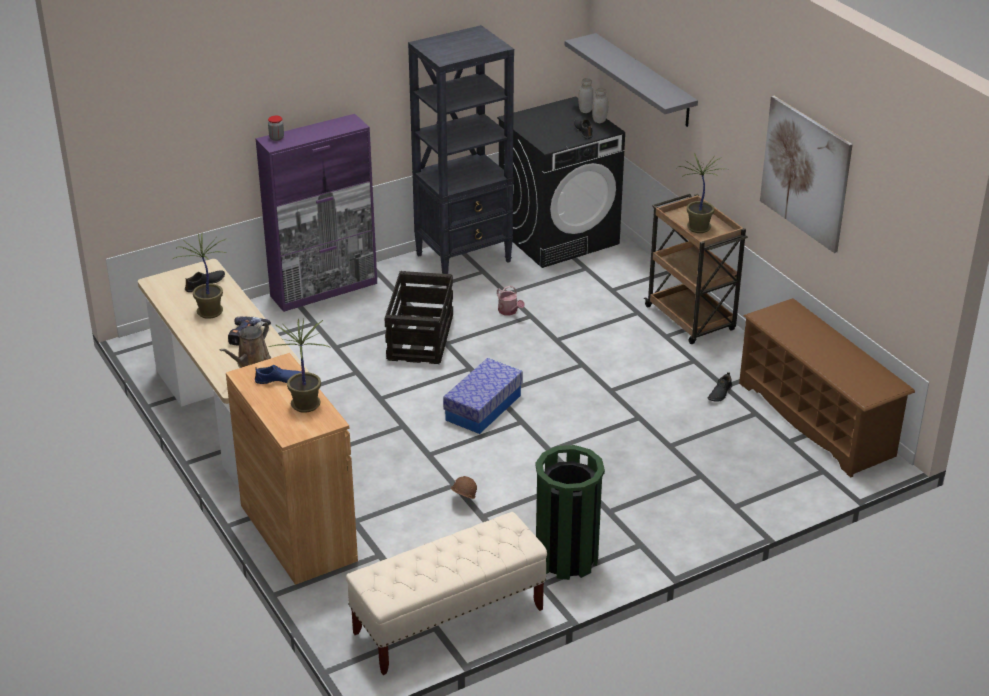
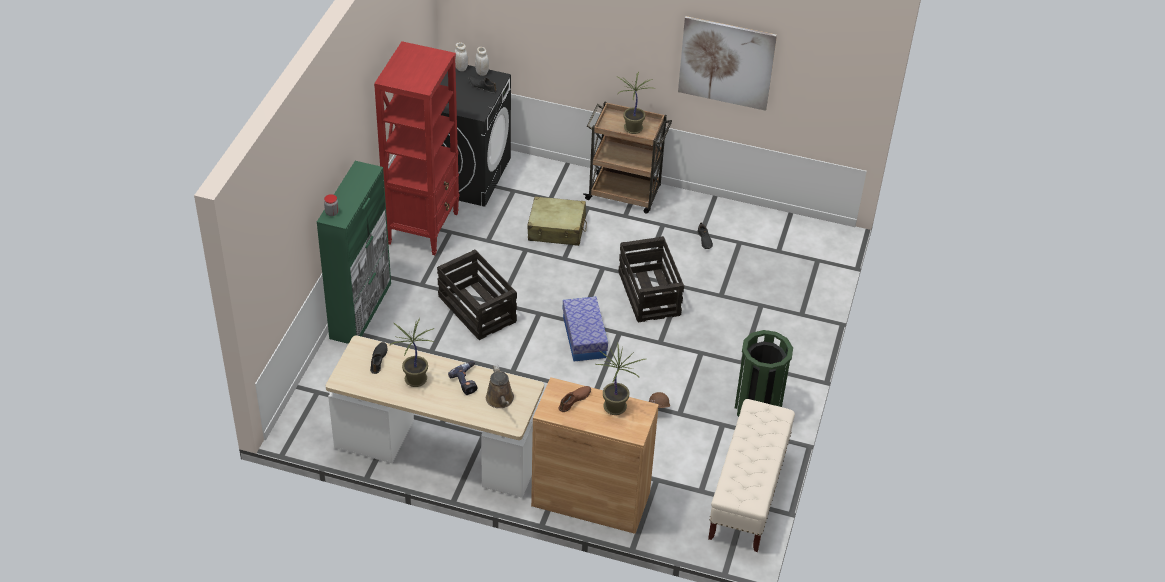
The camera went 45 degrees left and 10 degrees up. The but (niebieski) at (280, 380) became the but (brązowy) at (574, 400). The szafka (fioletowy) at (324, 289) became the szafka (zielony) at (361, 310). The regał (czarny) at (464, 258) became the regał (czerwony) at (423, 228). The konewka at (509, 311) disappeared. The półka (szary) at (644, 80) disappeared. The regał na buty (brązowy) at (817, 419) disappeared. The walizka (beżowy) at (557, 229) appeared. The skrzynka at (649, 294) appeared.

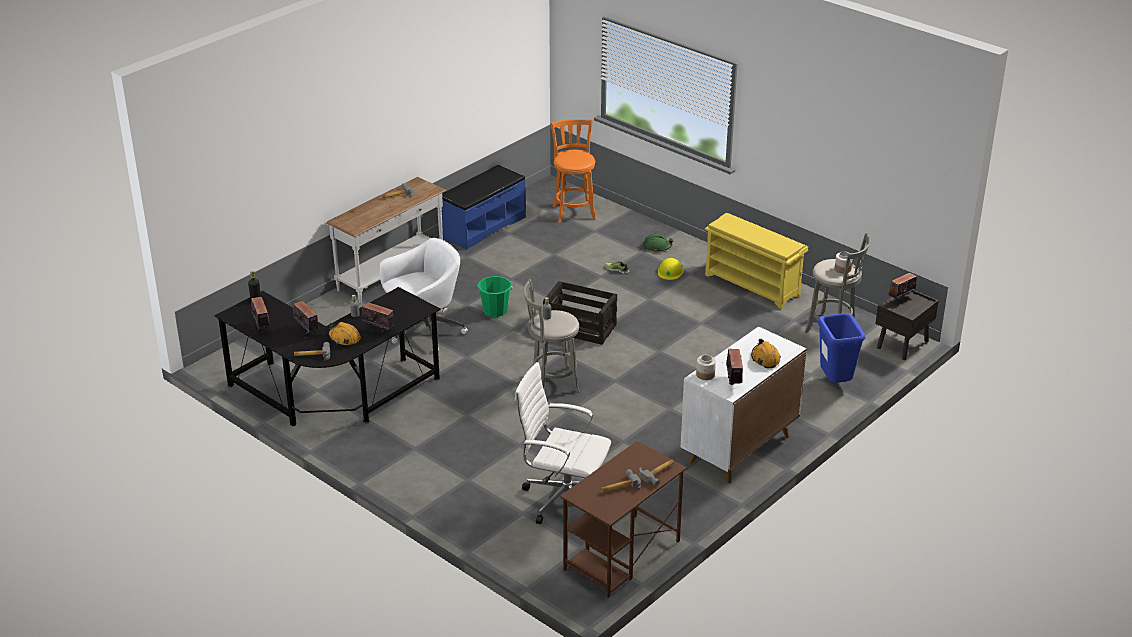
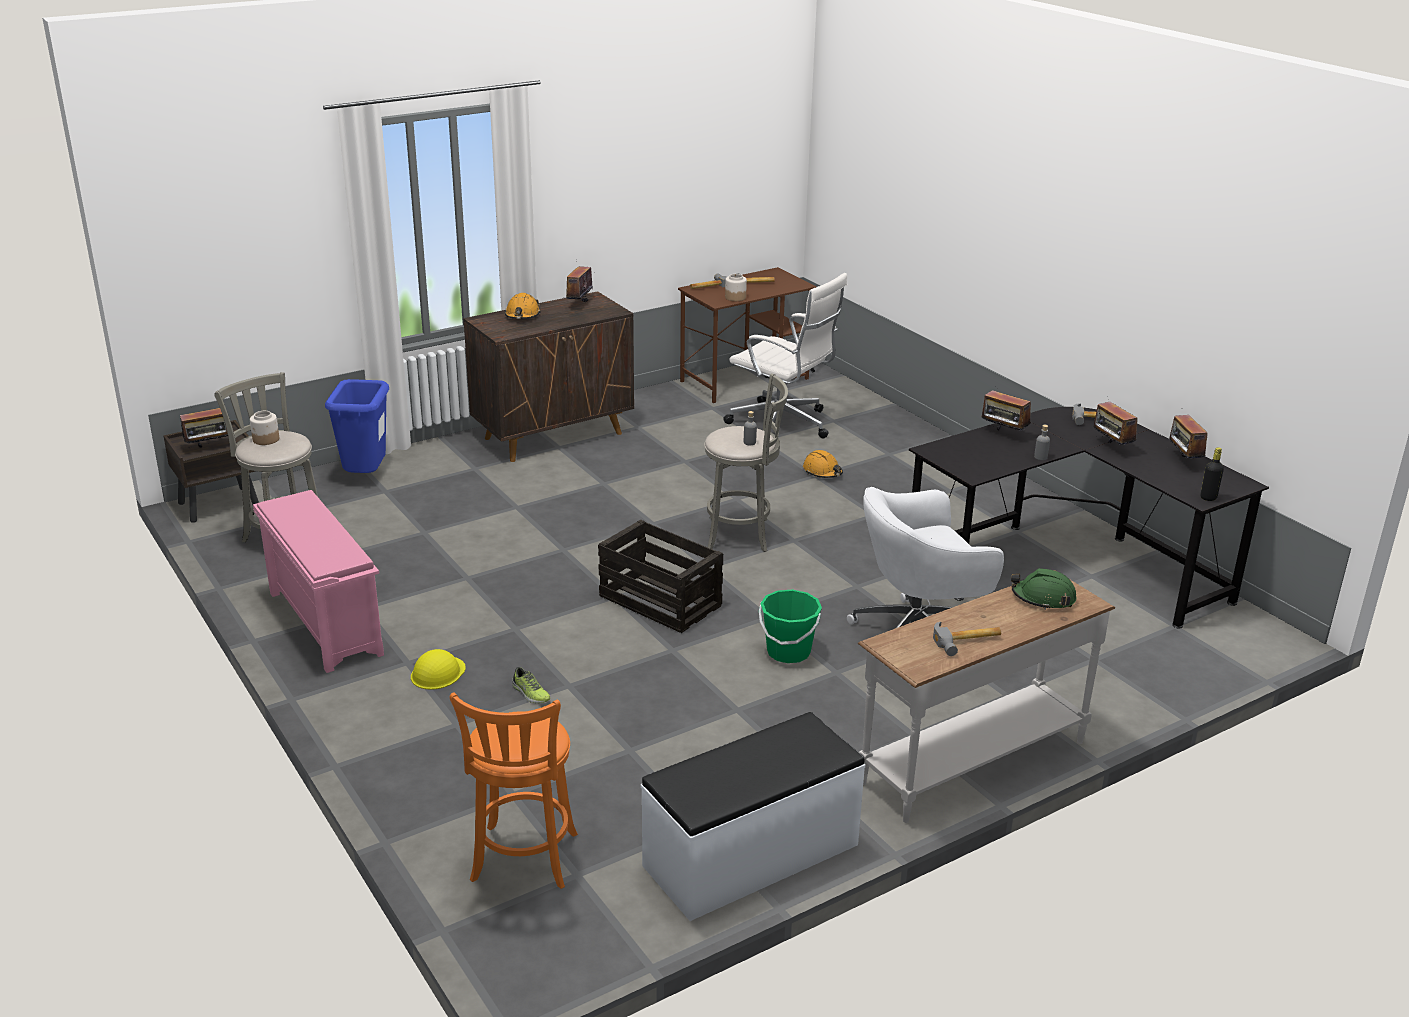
The camera went 165 degrees left and 5 degrees down. The kask (pomarańczowy) moved from (344, 338) to (822, 472). The ławka (niebieski) at (482, 226) became the ławka (biały) at (752, 856). The kask (zielony) moved from (657, 247) to (1043, 598). The szafka (biały) at (739, 449) became the szafka (brązowy) at (554, 435). The słoik moved from (705, 375) to (735, 297). The regał na buty (żółty) at (753, 285) became the regał na buty (różowy) at (323, 623).

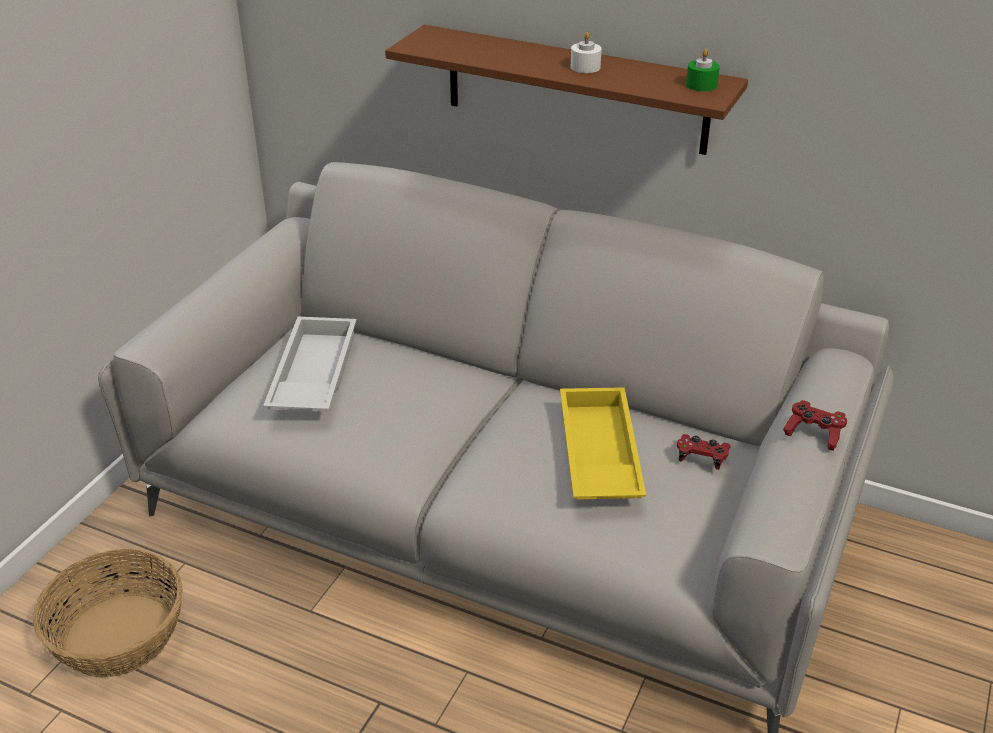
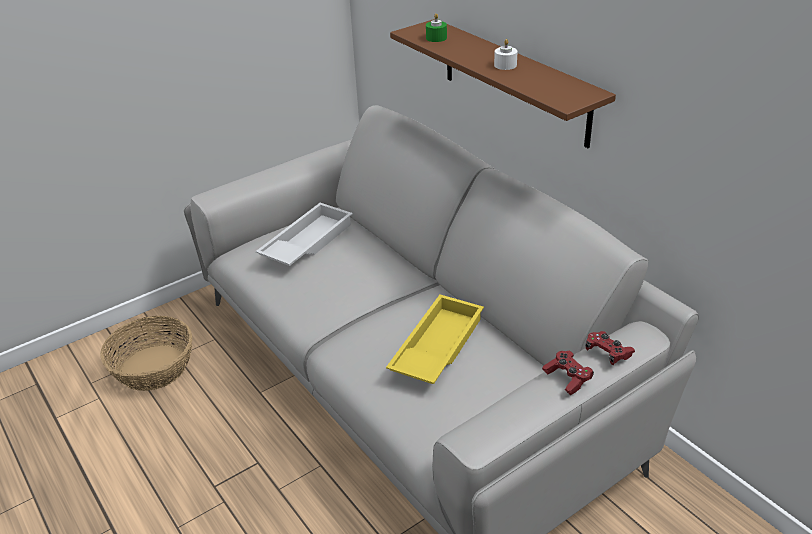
The camera went 30 degrees right and 0 degrees up. The pad do gier (czerwony) moved from (701, 458) to (607, 353). The świeca (zielony) moved from (701, 85) to (436, 38).

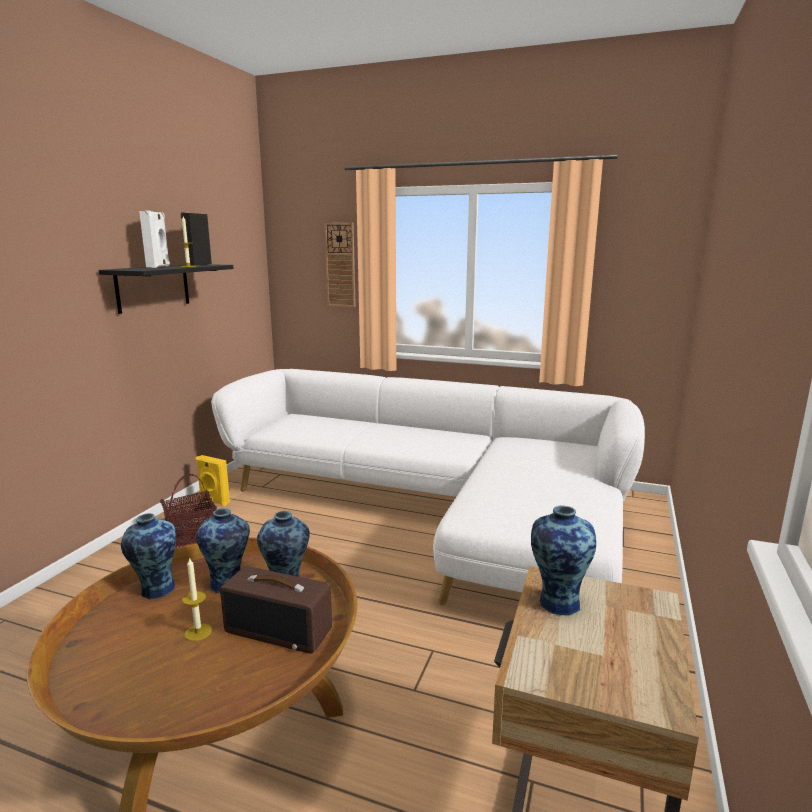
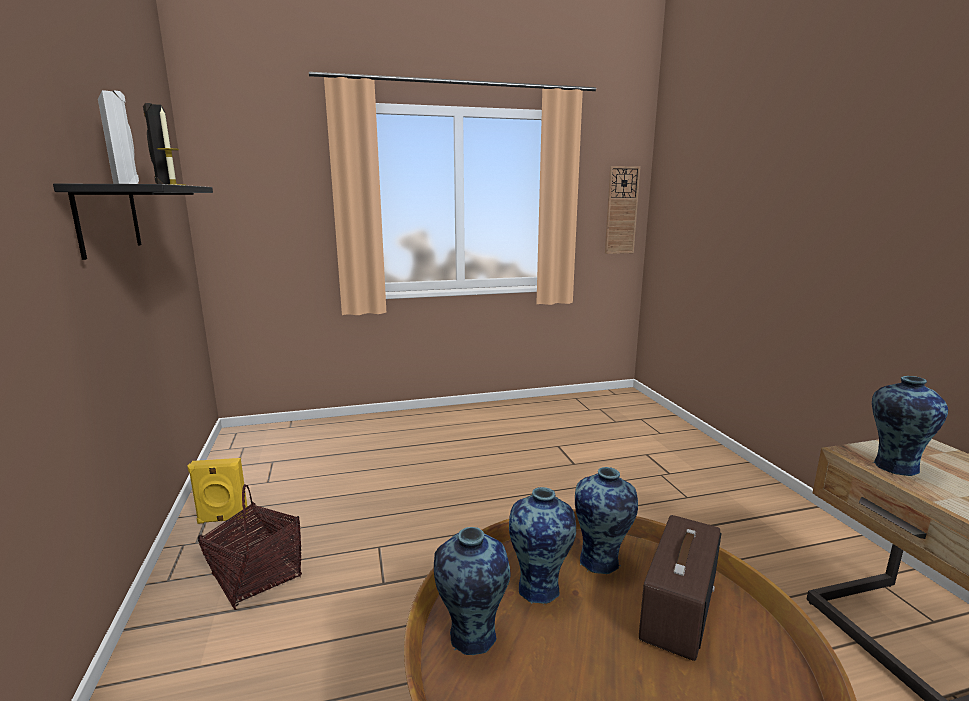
The camera went 35 degrees left and 0 degrees up. The świeca at (198, 632) disappeared. The kanapa (biały) at (439, 512) disappeared. The radio at (280, 630) turned 45 degrees counterclockwise. The zegar ścienny moved from (340, 265) to (621, 210).

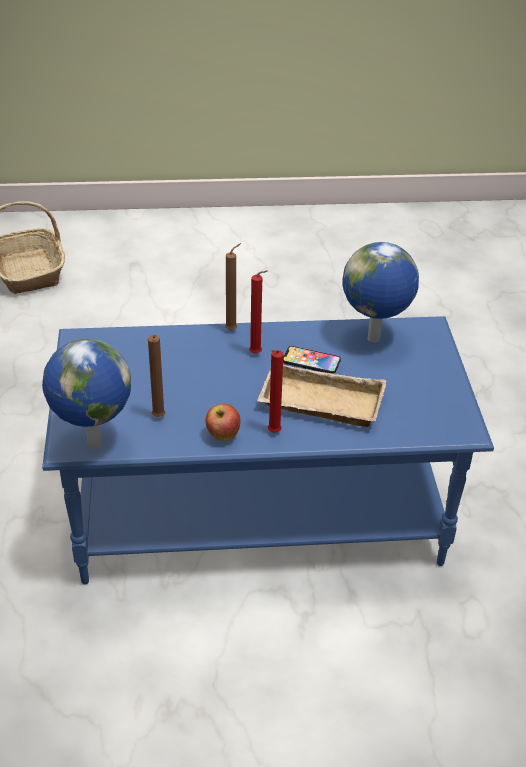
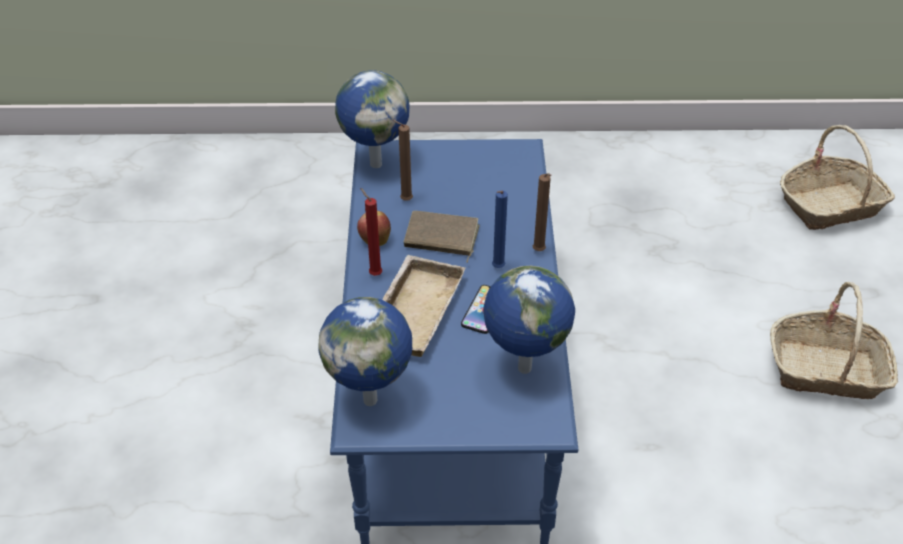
The camera went 95 degrees right and 5 degrees up. The świeca (czerwony) at (257, 354) became the świeca (niebieski) at (497, 268). The globus at (372, 399) appeared. The książka (brązowy) at (441, 238) appeared. The koszyk at (826, 370) appeared.

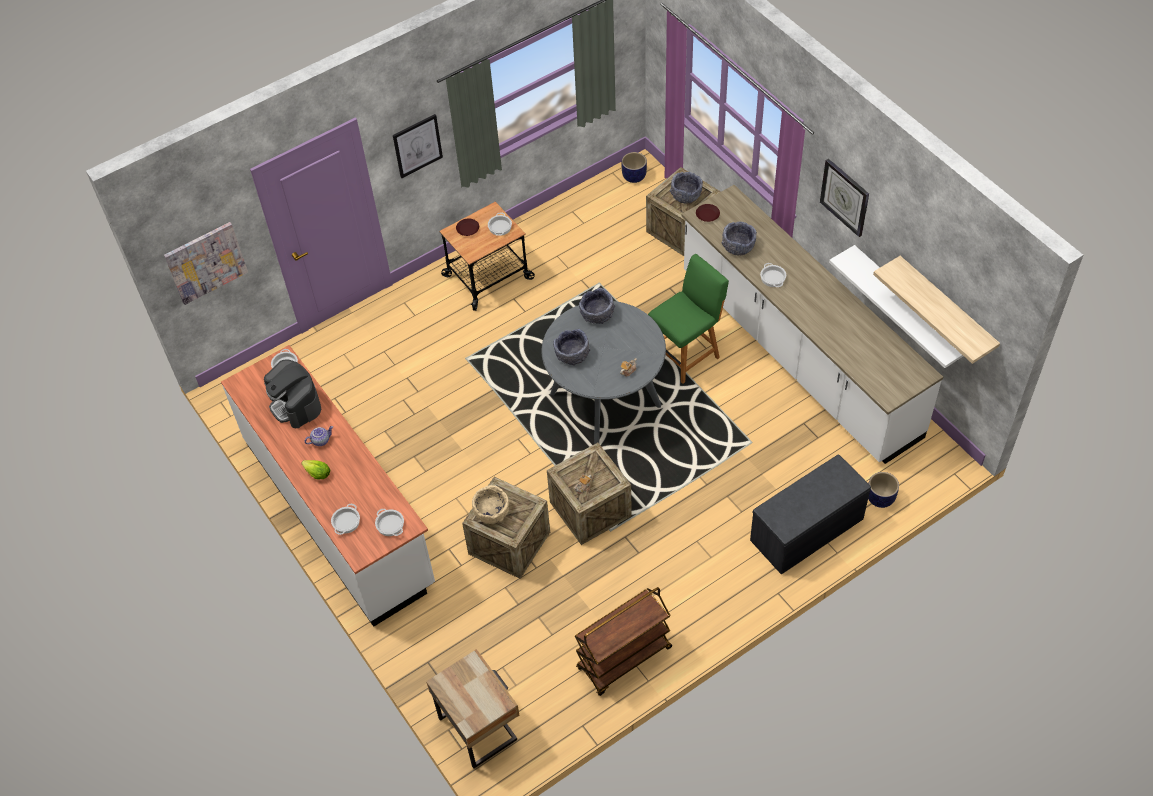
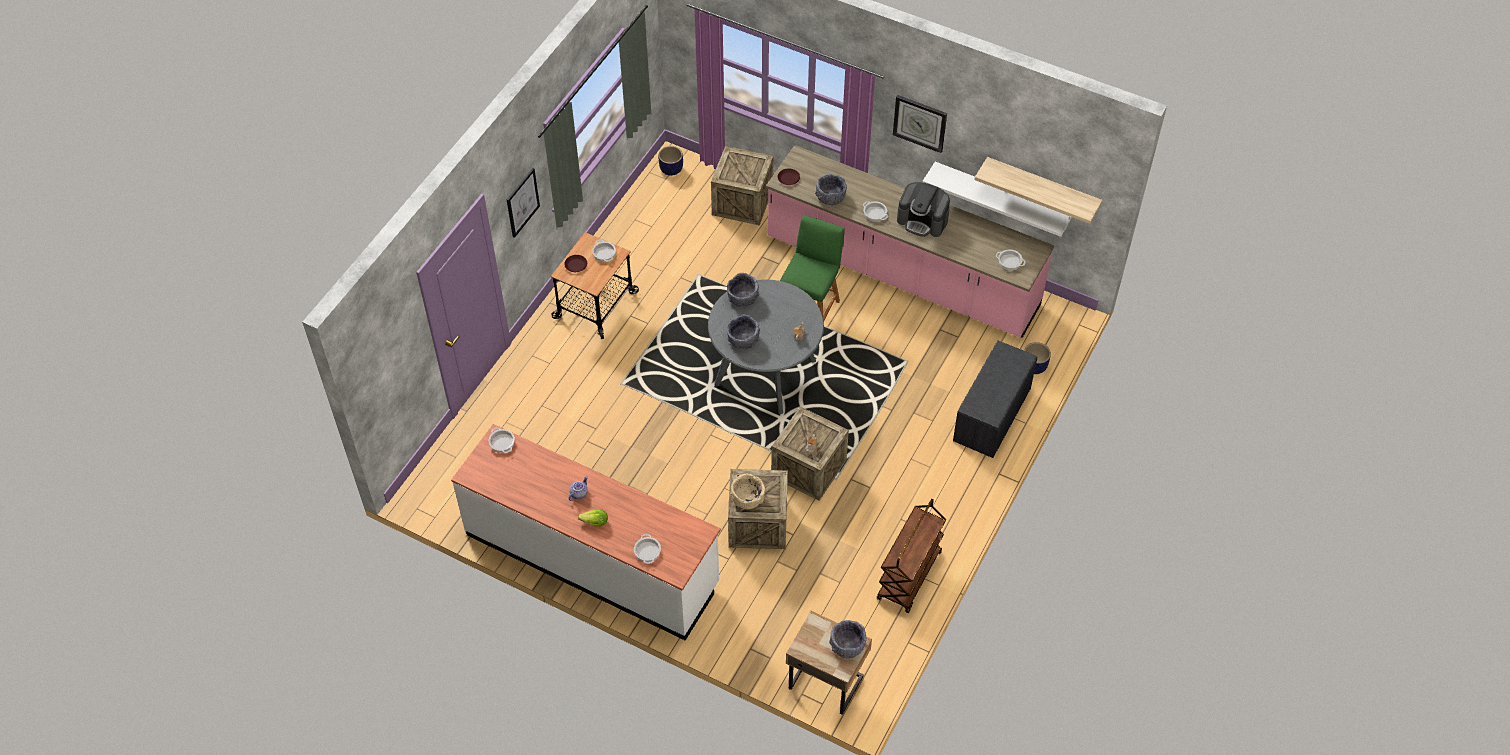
The camera went 30 degrees left and 0 degrees up. The obraz at (206, 262) disappeared. The ekspres do kawy moved from (295, 404) to (923, 220). The garnek moved from (390, 525) to (1009, 262). The miska (szary) moved from (686, 195) to (847, 645). The zabudowa kuchenna (biały) at (797, 354) became the zabudowa kuchenna (różowy) at (902, 274).

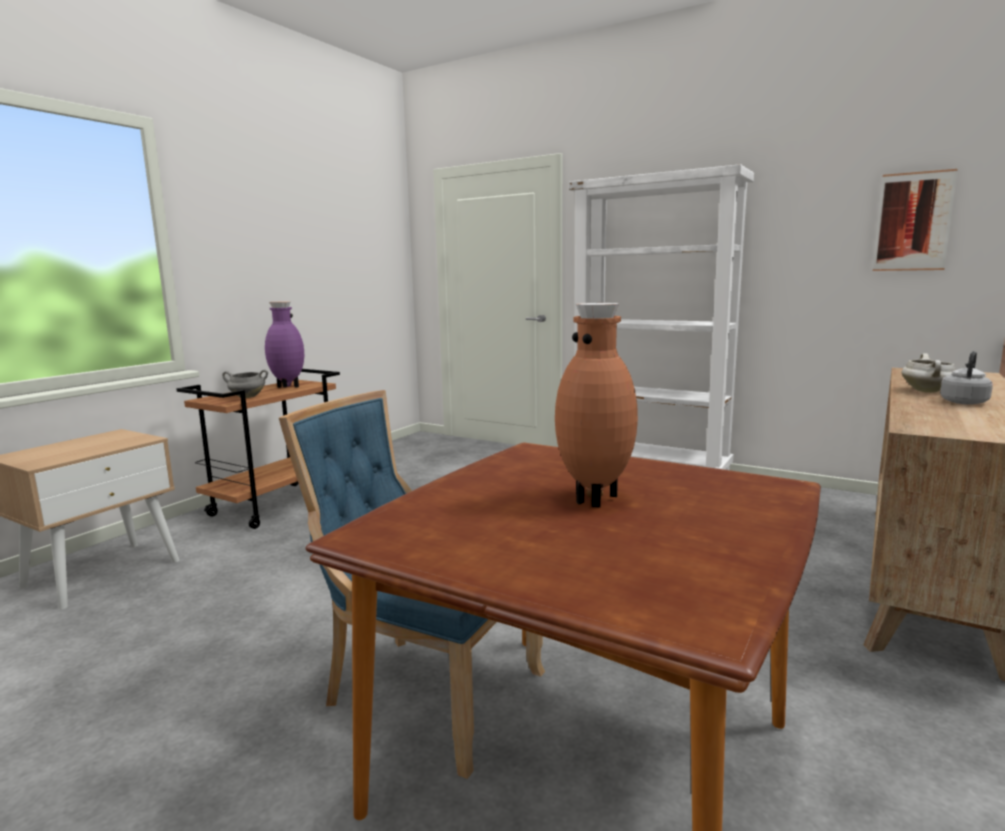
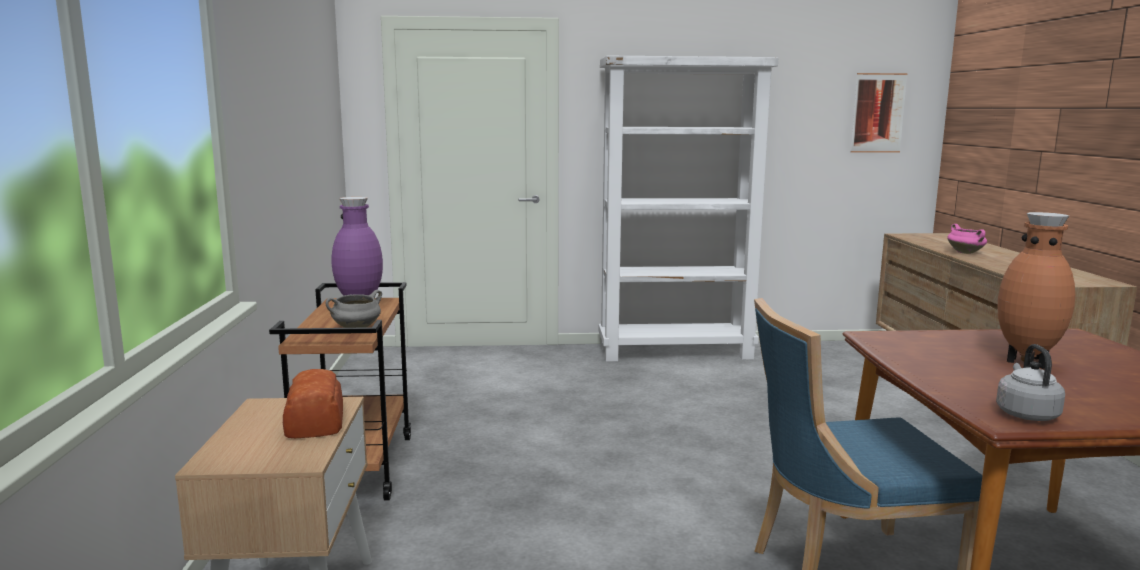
The camera went 35 degrees left and 0 degrees up. The garnek (biały) at (928, 391) became the garnek (różowy) at (966, 253). The czajnik (szary) moved from (964, 402) to (1025, 414). The chleb at (316, 421) appeared.

